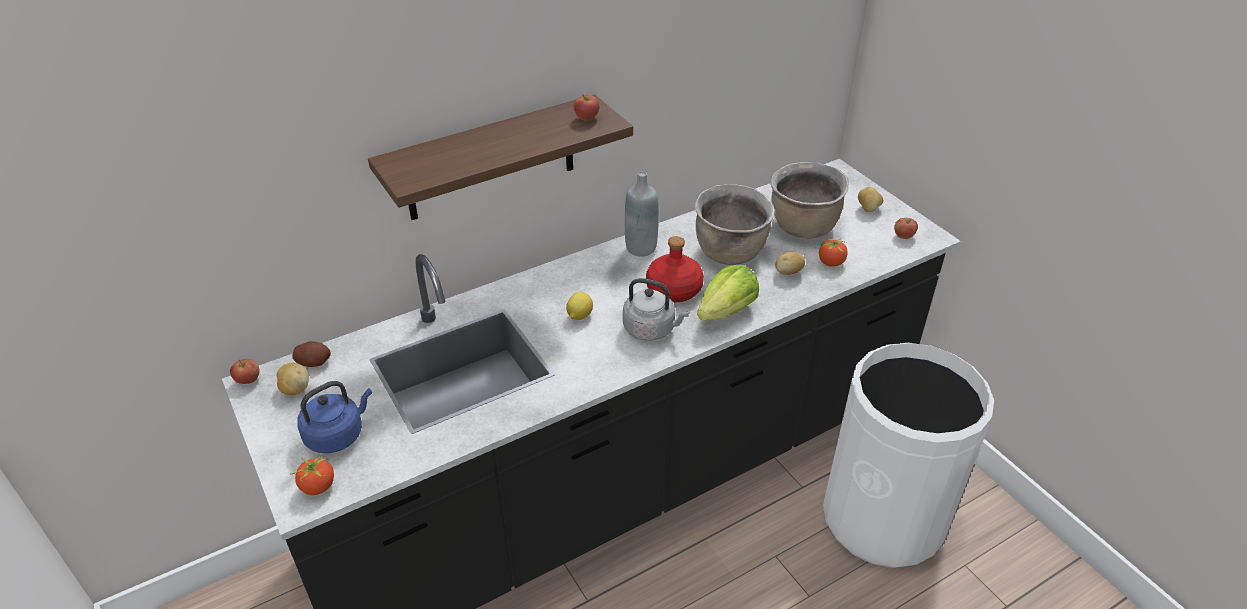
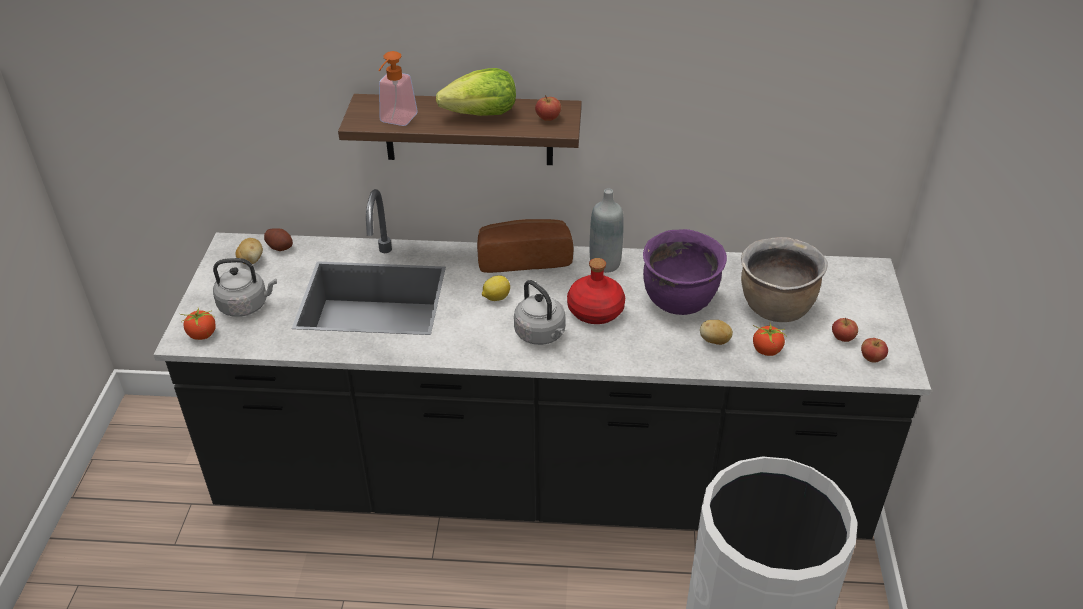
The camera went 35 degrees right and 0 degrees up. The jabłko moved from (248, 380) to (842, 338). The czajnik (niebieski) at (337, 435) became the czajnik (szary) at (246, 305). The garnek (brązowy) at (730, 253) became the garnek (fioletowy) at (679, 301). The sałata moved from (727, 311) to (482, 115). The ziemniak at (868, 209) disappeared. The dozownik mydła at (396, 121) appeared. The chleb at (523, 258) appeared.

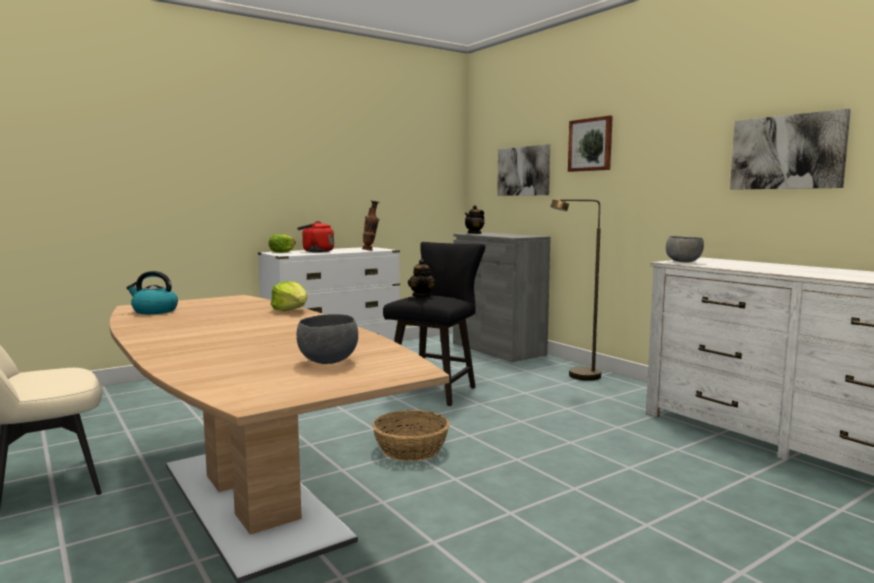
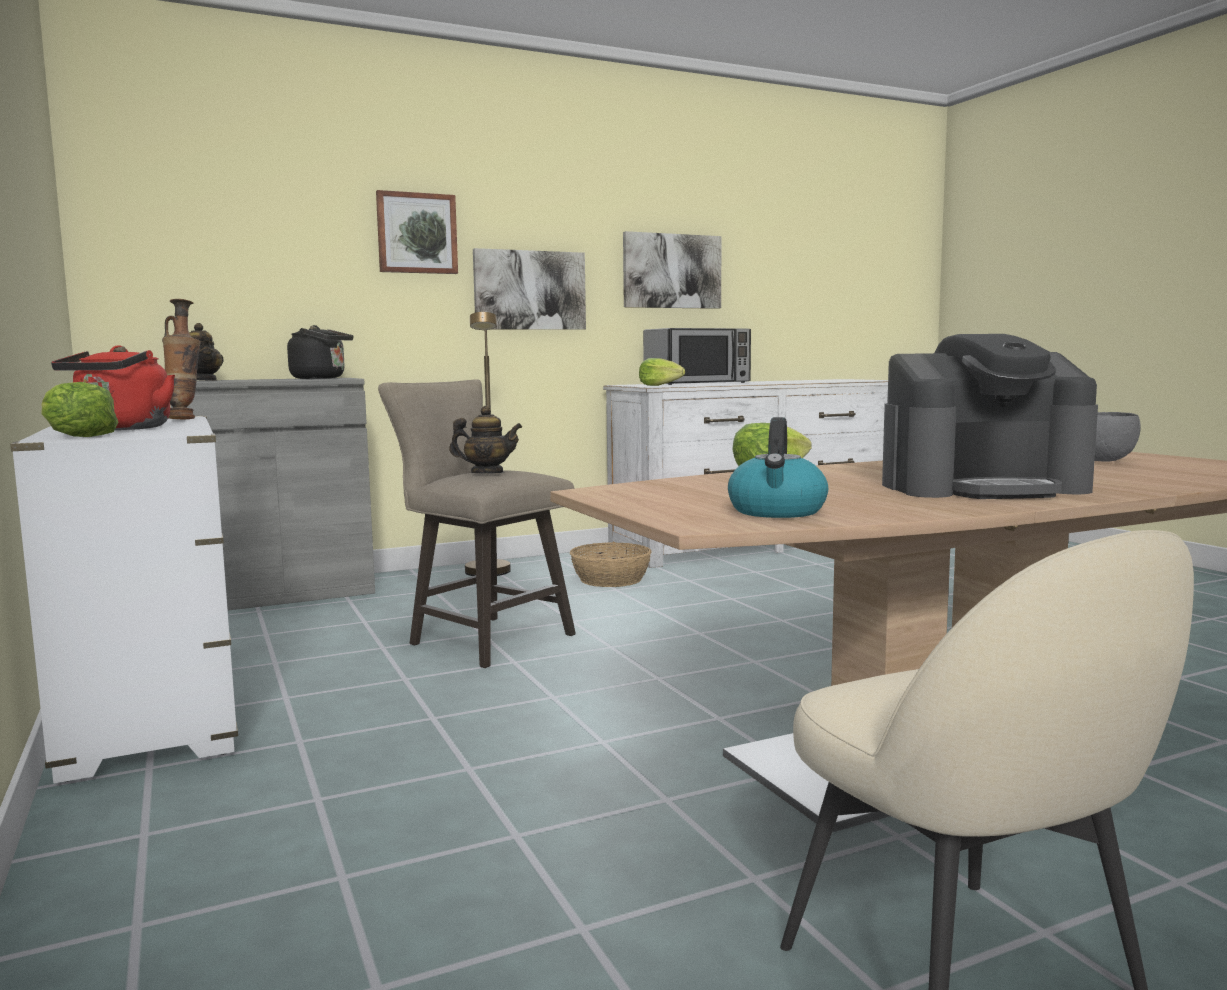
The camera went 80 degrees left and 0 degrees up. The koszyk moved from (411, 449) to (610, 579). The stołek (czarny) at (436, 389) became the stołek (beżowy) at (482, 638). The obraz moved from (524, 171) to (529, 290). The miska (szary) at (684, 262) was replaced by the sałata at (659, 385). The czajnik (czarny) at (321, 378) appeared. The mikrofalówka at (698, 383) appeared. The ekspres do kawy at (982, 487) appeared.

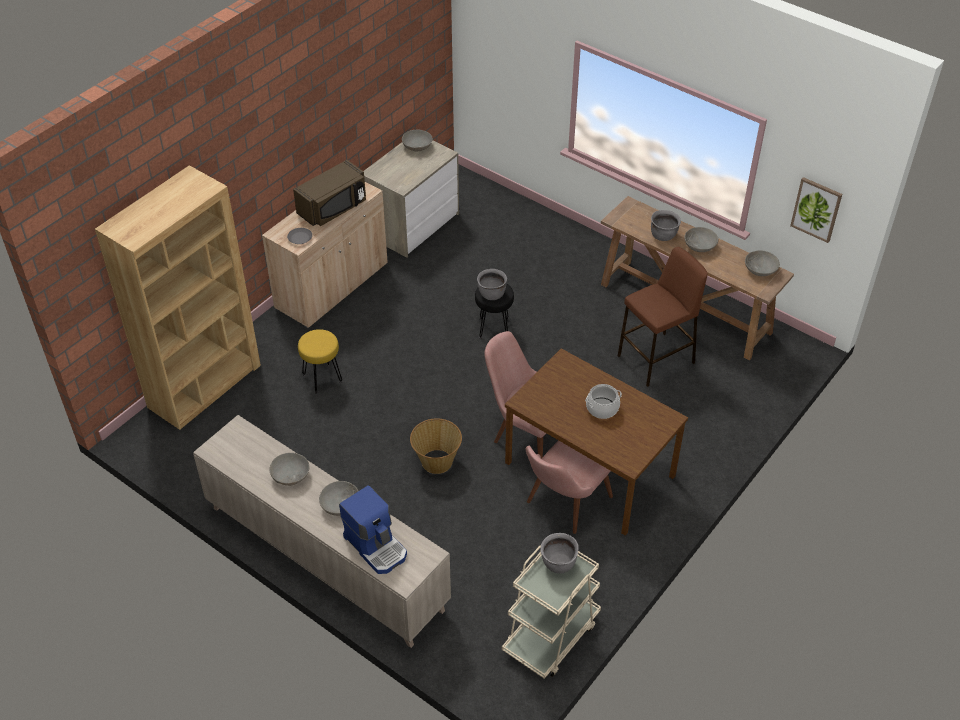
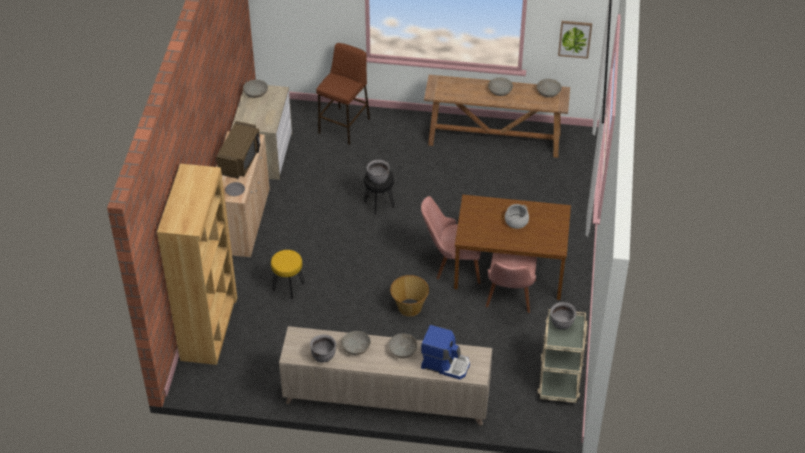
The camera went 30 degrees left and 0 degrees up. The stołek (brązowy) moved from (656, 359) to (344, 125). The garnek (szary) moved from (663, 235) to (323, 356).

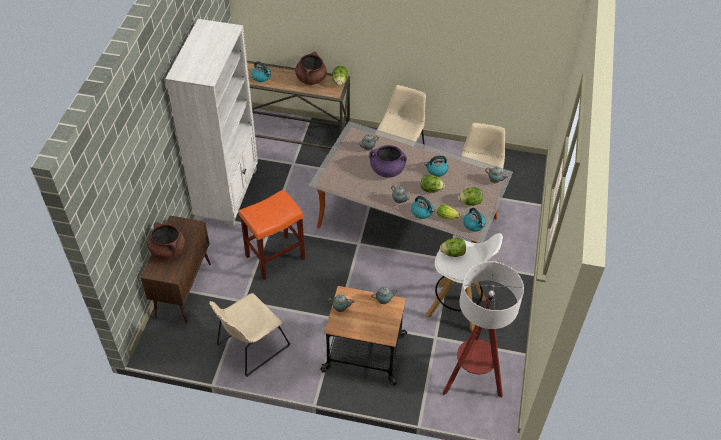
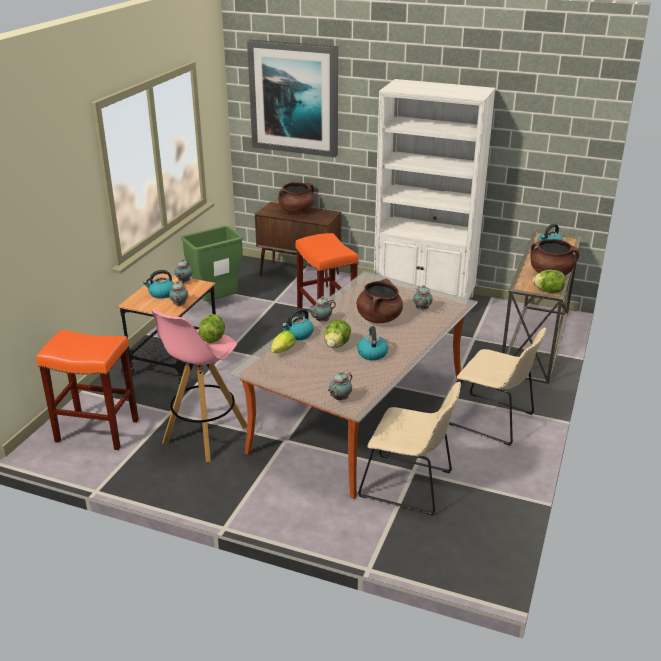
The camera went 100 degrees right and 20 degrees down. The krzesło (beżowy) at (250, 347) was replaced by the kosz na śmieci (zielony) at (217, 303). The garnek (fioletowy) at (387, 170) became the garnek (brązowy) at (379, 318). The stołek (biały) at (457, 308) became the stołek (różowy) at (204, 435). The lampa stojąca at (471, 380) was replaced by the stołek (pomarańczowy) at (96, 431). The sałata at (470, 202) disappeared. The czajnik moved from (474, 225) to (161, 293). The obraz at (294, 98) appeared.

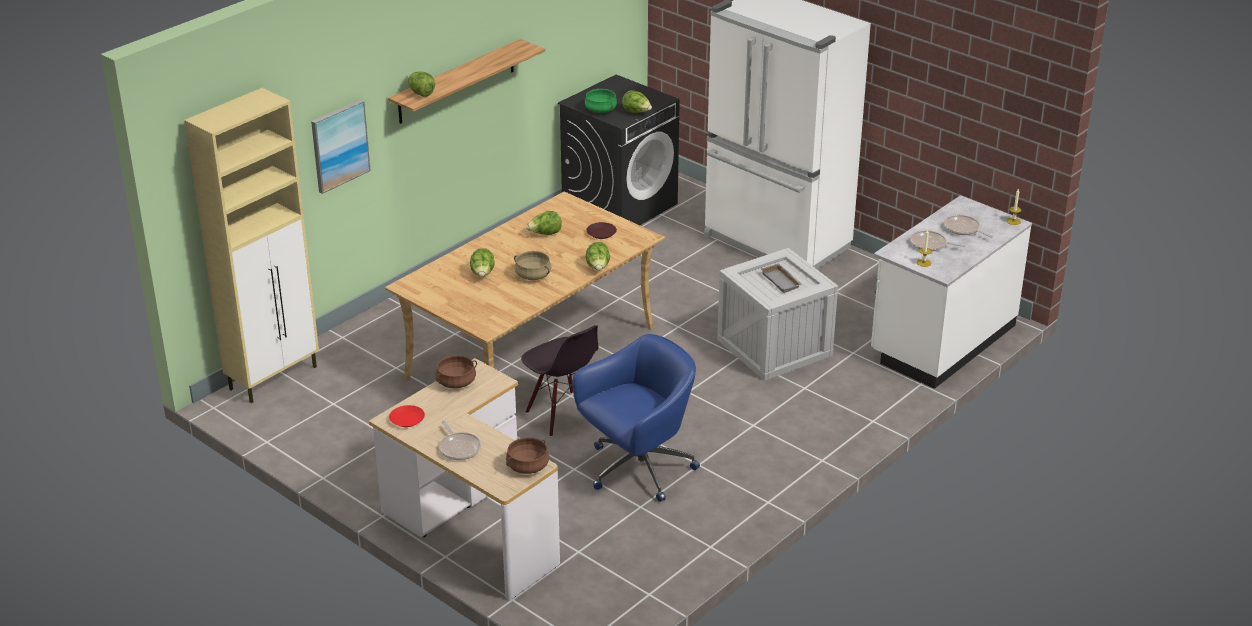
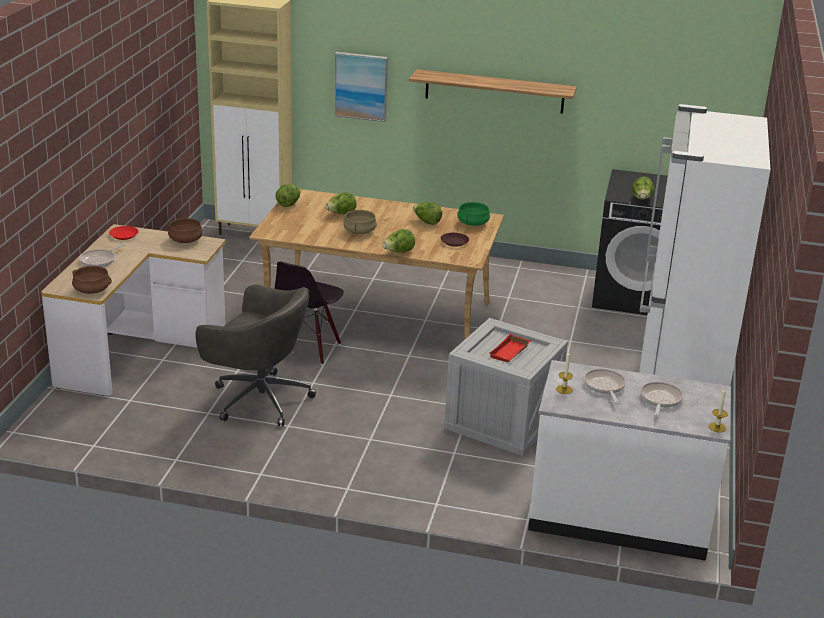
The camera went 60 degrees right and 5 degrees down. The sałata moved from (421, 93) to (288, 204). The krzesło biurowe (niebieski) at (637, 469) became the krzesło biurowe (szary) at (258, 399). The garnek (zielony) moved from (601, 110) to (473, 223). The taca (szary) at (782, 281) became the taca (czerwony) at (510, 353).

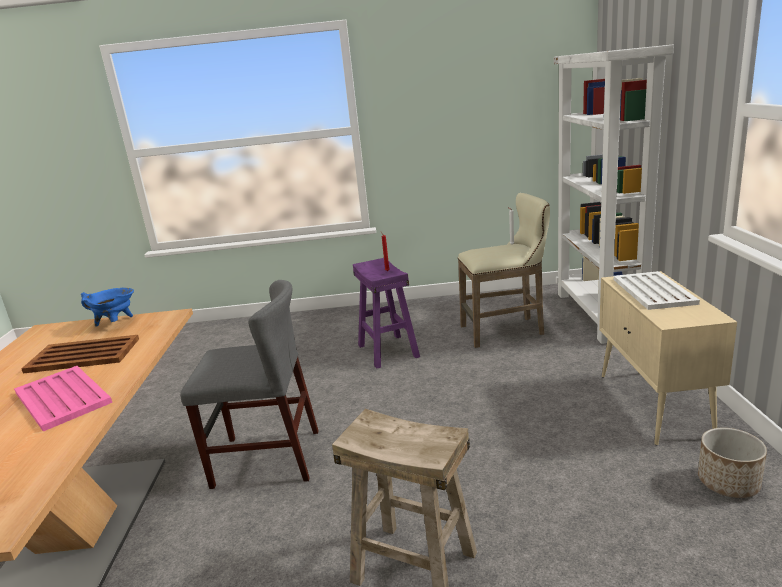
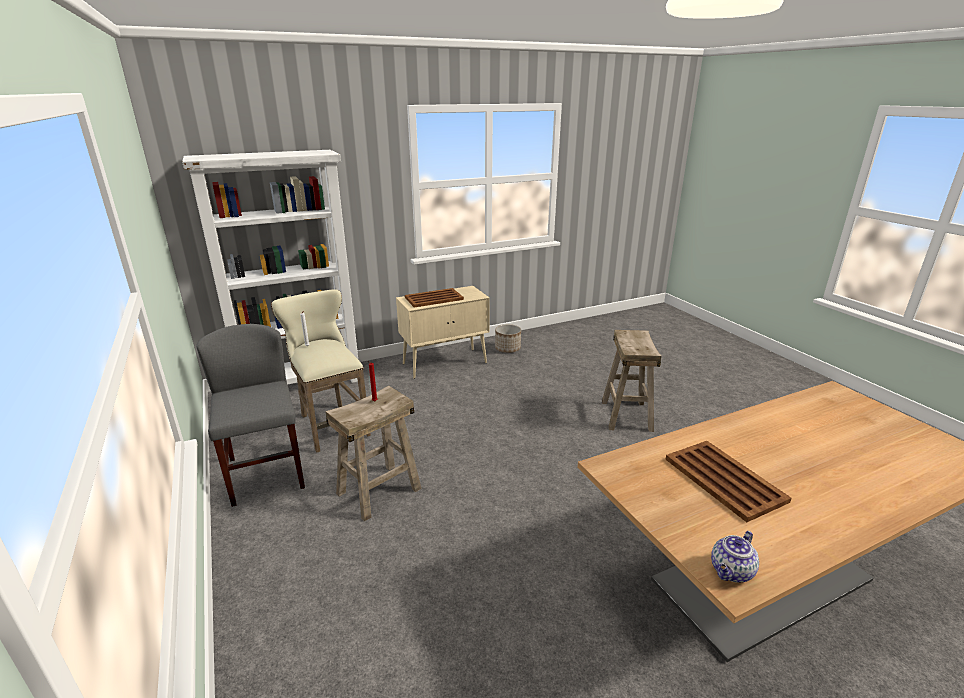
The camera went 115 degrees left and 5 degrees up. The taca (różowy) at (62, 397) disappeared. The garnek (niebieski) at (116, 324) disappeared. The krzesło (szary) moved from (266, 458) to (266, 473). The stołek (fioletowy) at (388, 351) became the stołek (beżowy) at (379, 490). The taca (biały) at (653, 291) became the taca (brązowy) at (433, 298). The imbryk at (731, 572) appeared.

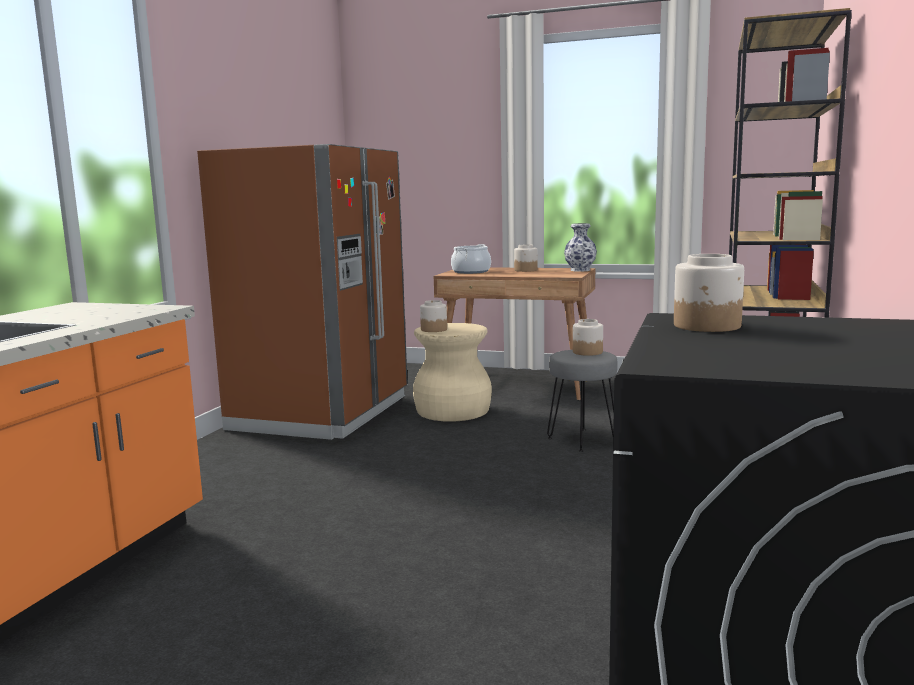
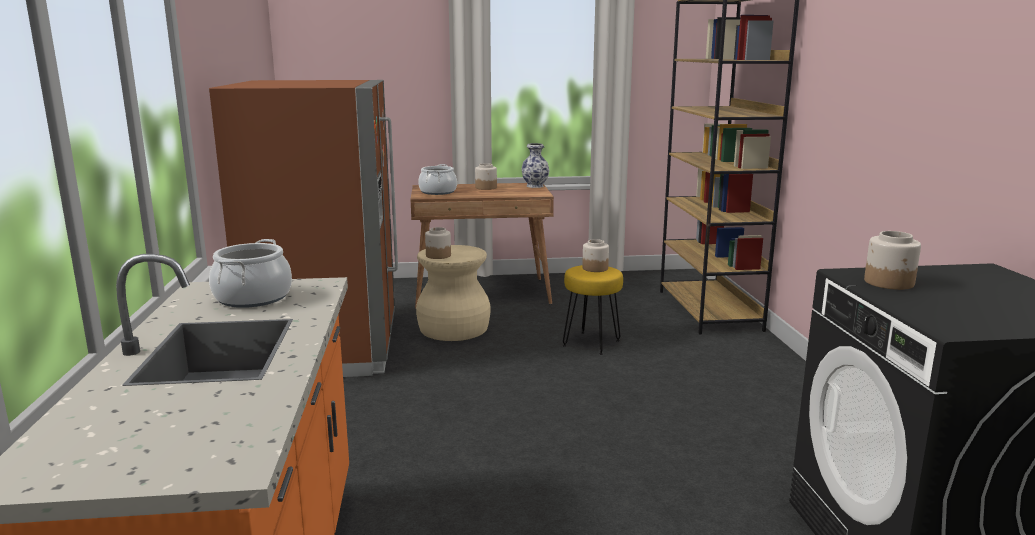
The camera went 25 degrees left and 5 degrees up. The stołek (szary) at (583, 439) became the stołek (żółty) at (592, 343). The garnek at (252, 298) appeared.

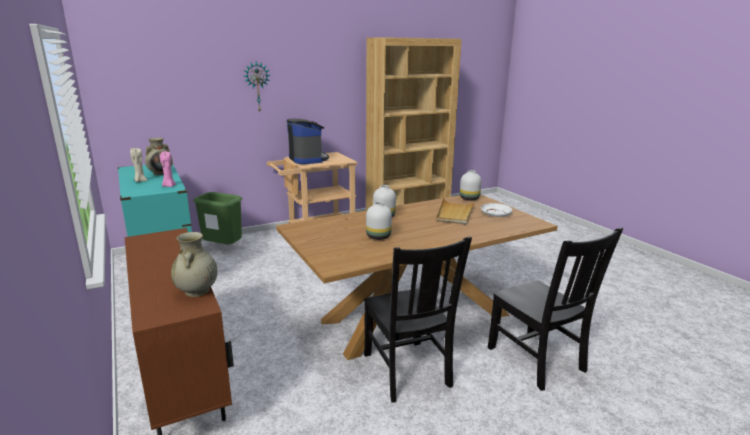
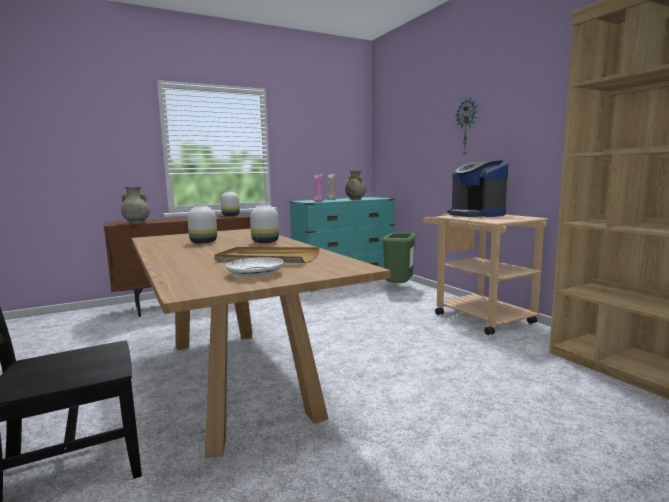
The camera went 90 degrees right and 10 degrees down. The ekspres do kawy at (308, 159) turned 90 degrees clockwise. The krzesło (czarny) at (407, 371) disappeared. The wazon (biały) moved from (469, 199) to (231, 215).

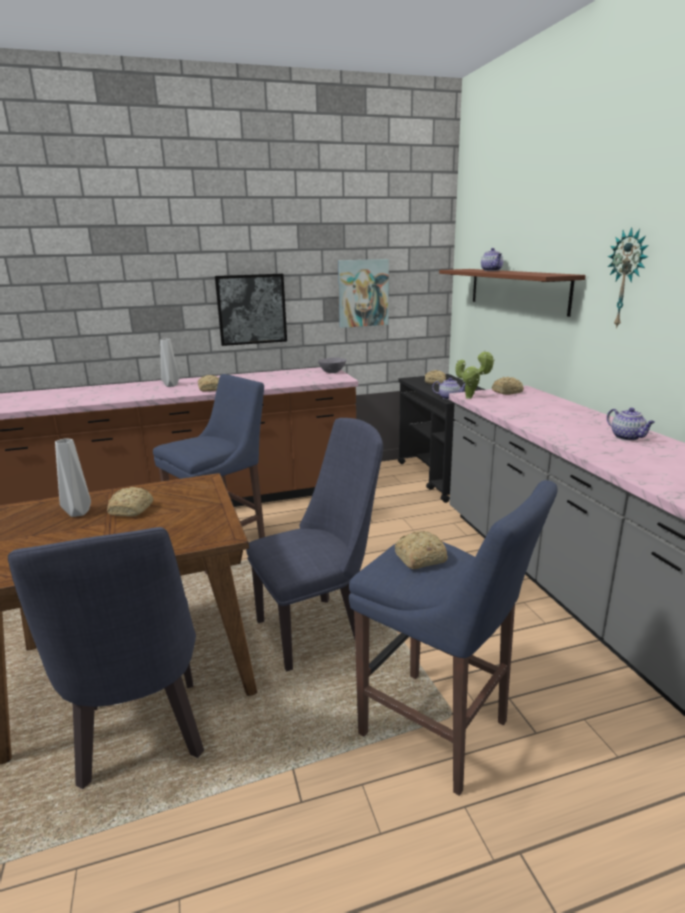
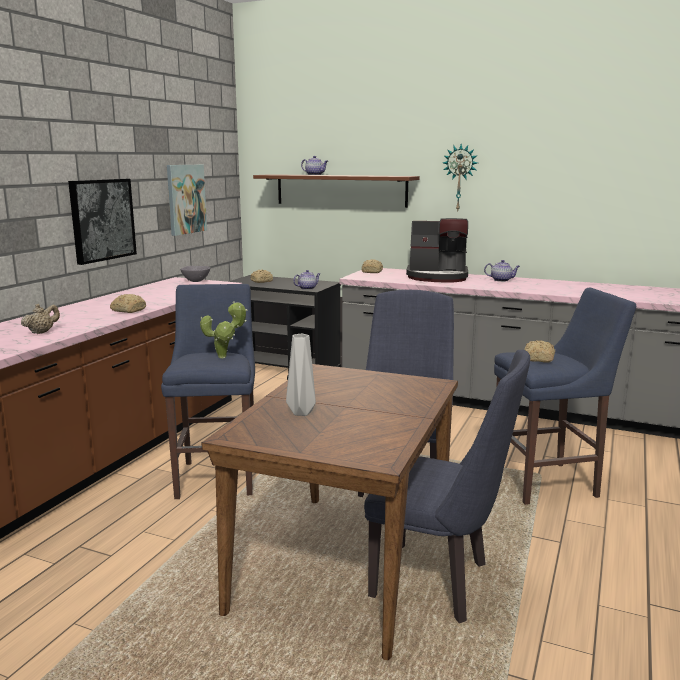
The camera went 50 degrees left and 5 degrees down. The chleb at (132, 509) disappeared. The wazon (szary) at (170, 385) disappeared. The roślina doniczkowa moved from (471, 398) to (225, 357). The imbryk (beżowy) at (42, 332) appeared. The ekspres do kawy at (437, 277) appeared.

